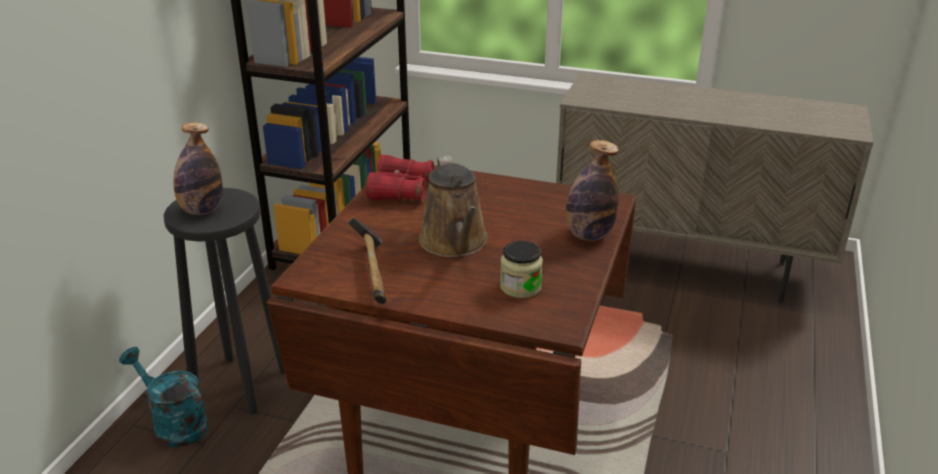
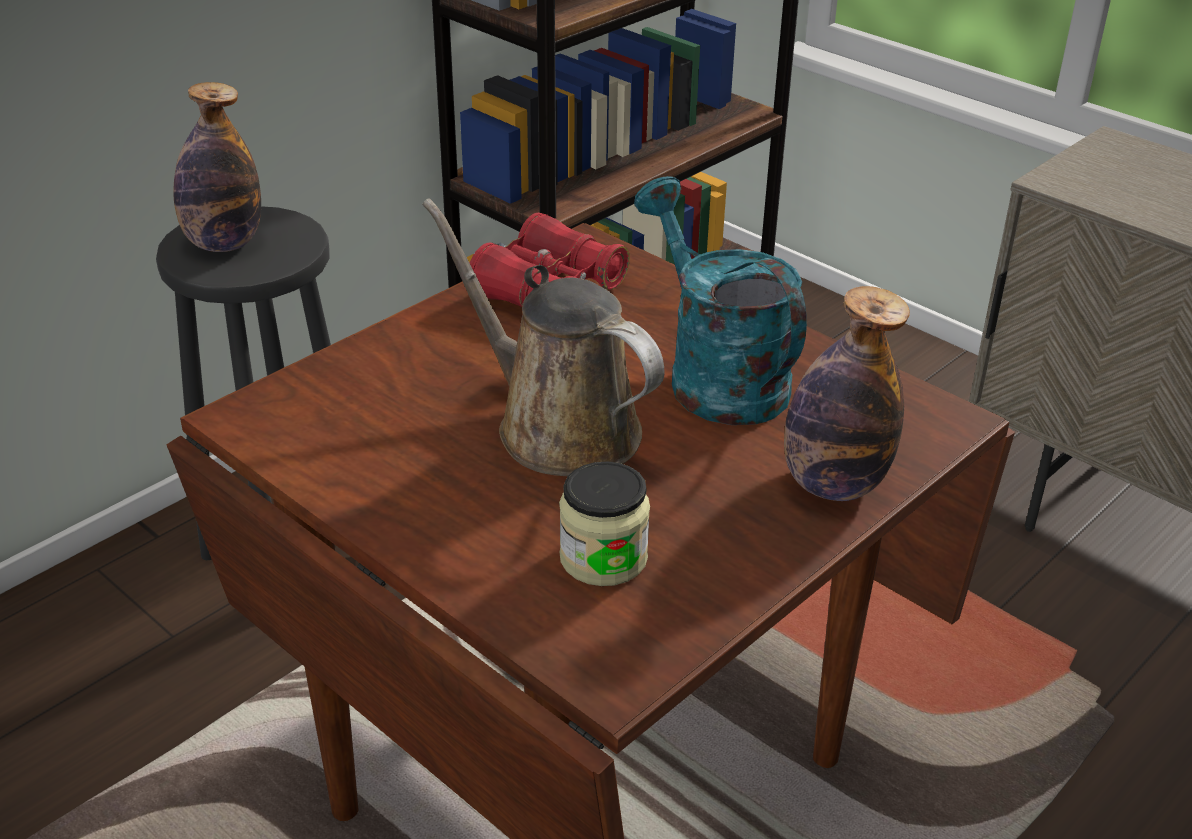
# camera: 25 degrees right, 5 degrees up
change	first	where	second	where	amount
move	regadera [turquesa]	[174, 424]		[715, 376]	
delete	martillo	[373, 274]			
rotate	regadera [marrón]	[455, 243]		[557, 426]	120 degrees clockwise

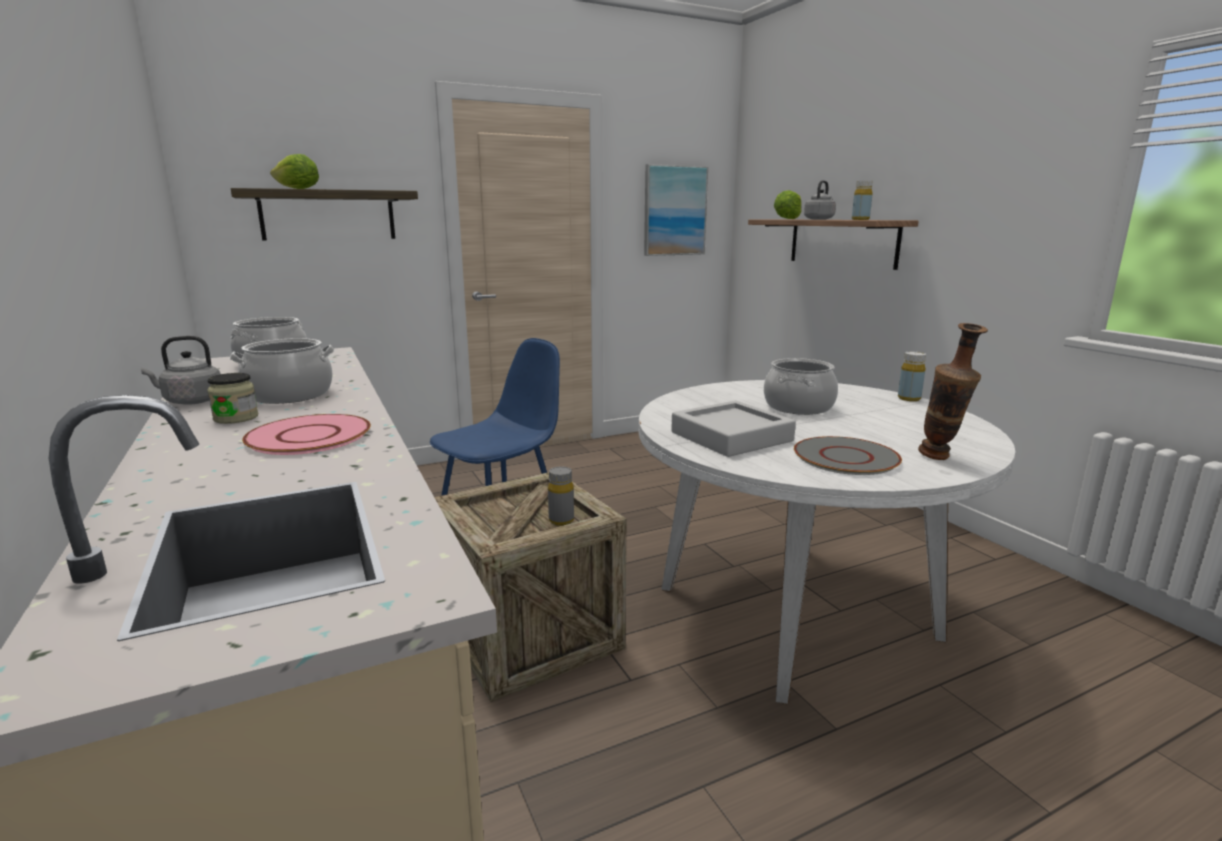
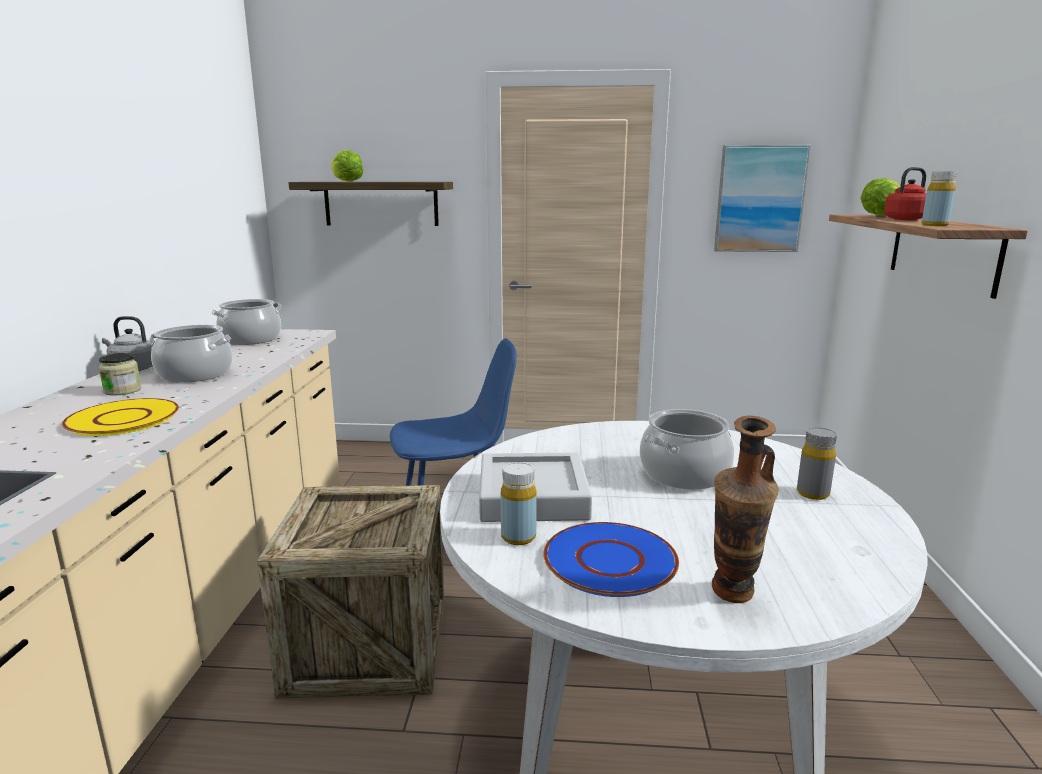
# camera: 30 degrees right, 0 degrees up
change	first	where	second	where	amount
recolor	plato [rosa]	[308, 436]	plato [amarillo]	[123, 418]	
move	botella [gris]	[561, 520]		[812, 493]	
recolor	plato [gris]	[845, 457]	plato [azul]	[609, 560]	
recolor	hervidor [gris]	[819, 219]	hervidor [rojo]	[907, 219]	
move	botella [amarillo]	[909, 398]		[518, 537]	

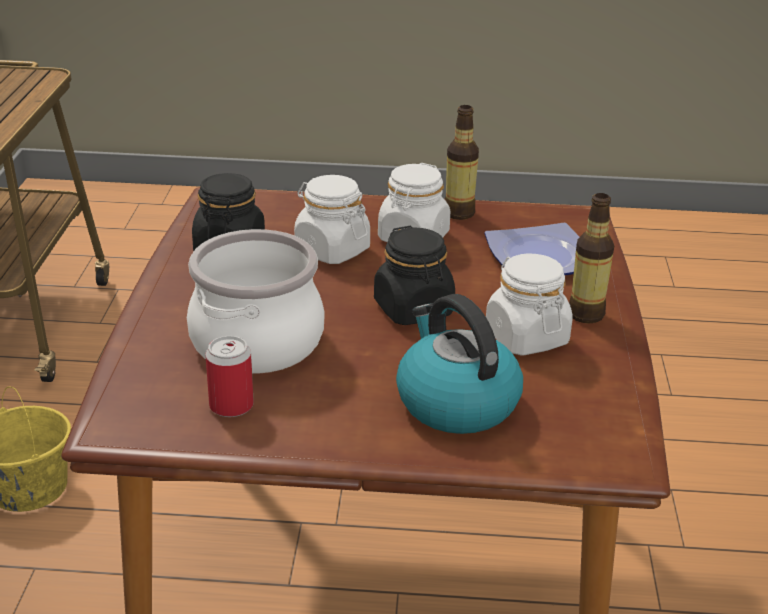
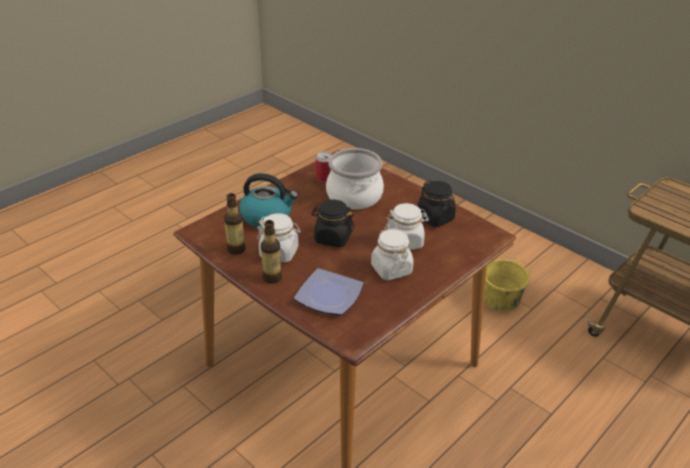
# camera: 130 degrees right, 5 degrees up
change	first	where	second	where	amount
move	botella	[459, 213]		[236, 249]	

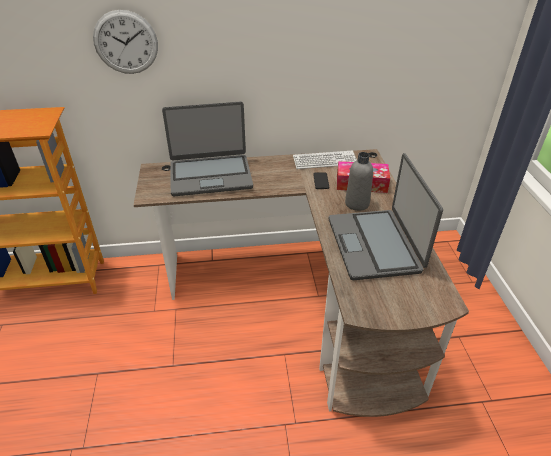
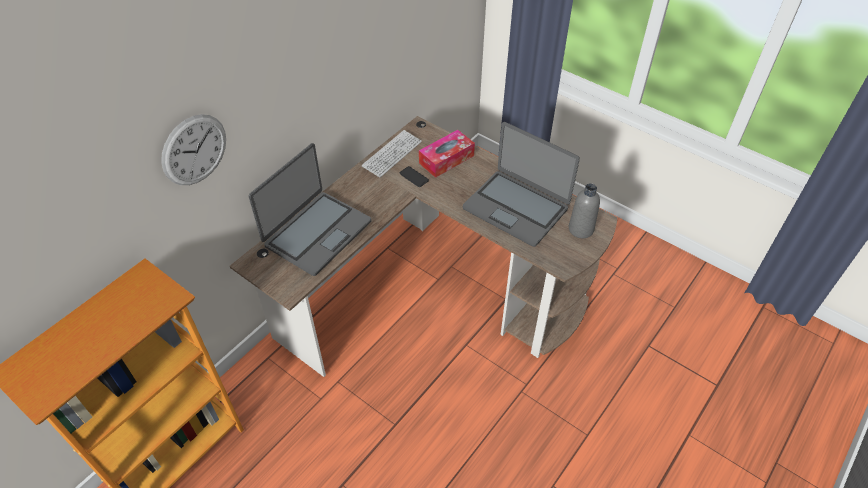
# camera: 45 degrees left, 10 degrees up
change	first	where	second	where	amount
move	botella [gris]	[357, 204]		[581, 229]	

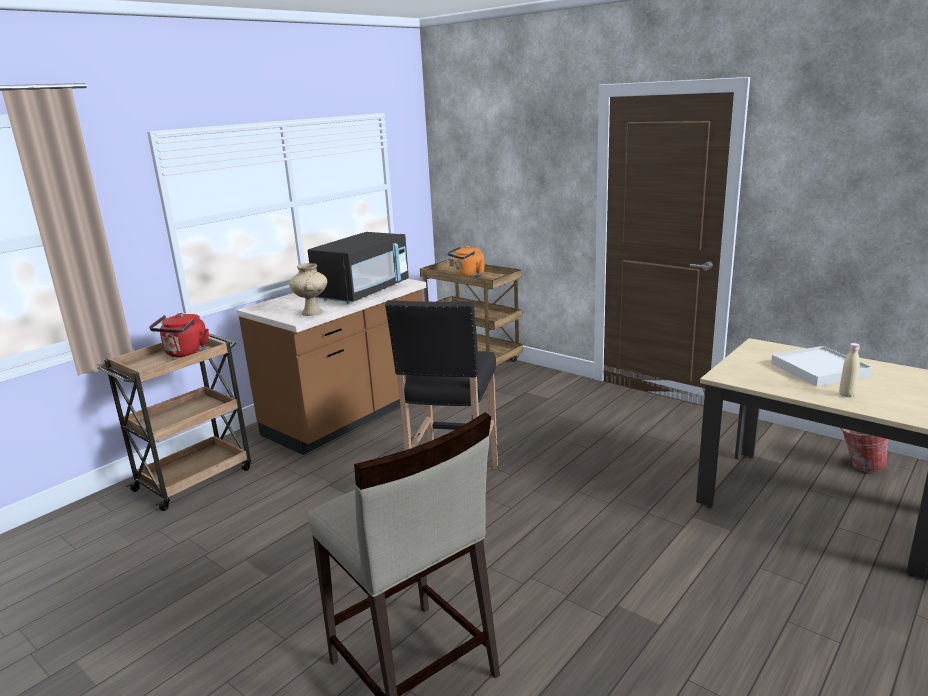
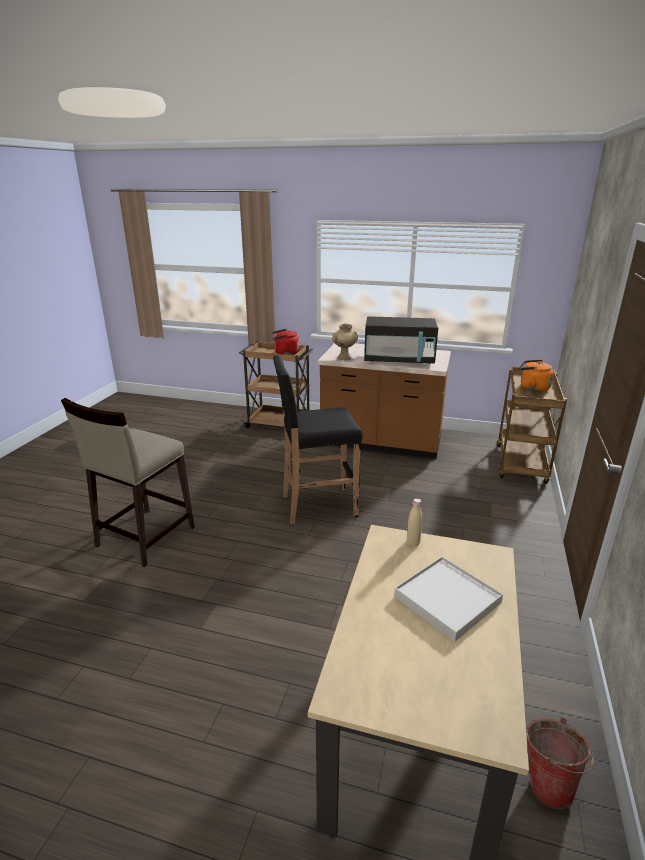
# camera: 65 degrees right, 5 degrees up
change	first	where	second	where	amount
move	botella [beis]	[846, 394]		[413, 543]	

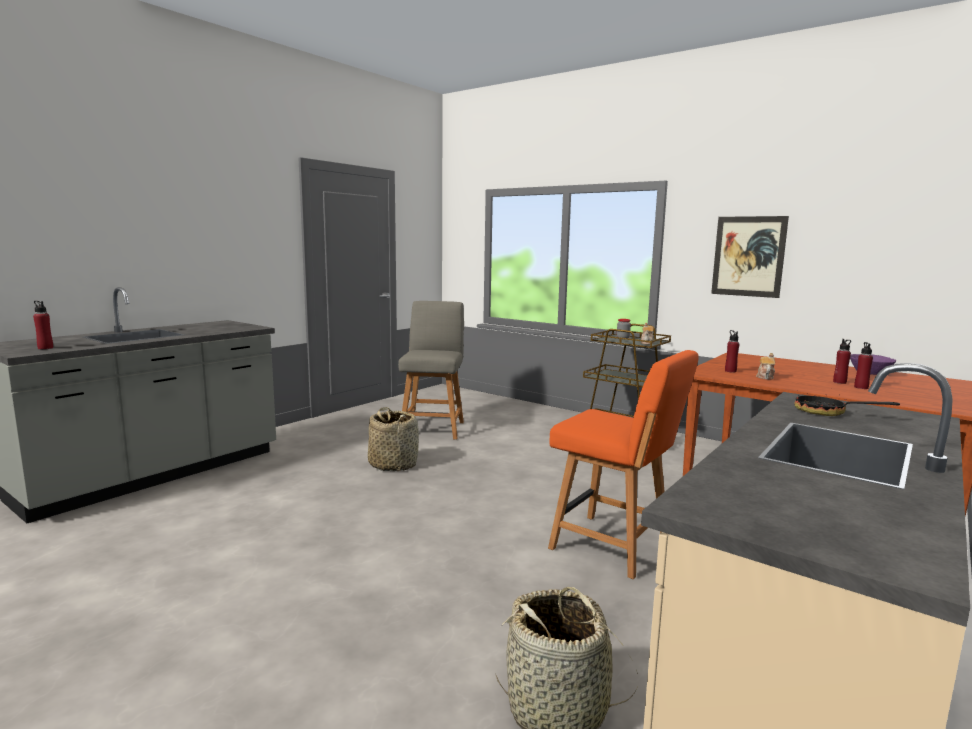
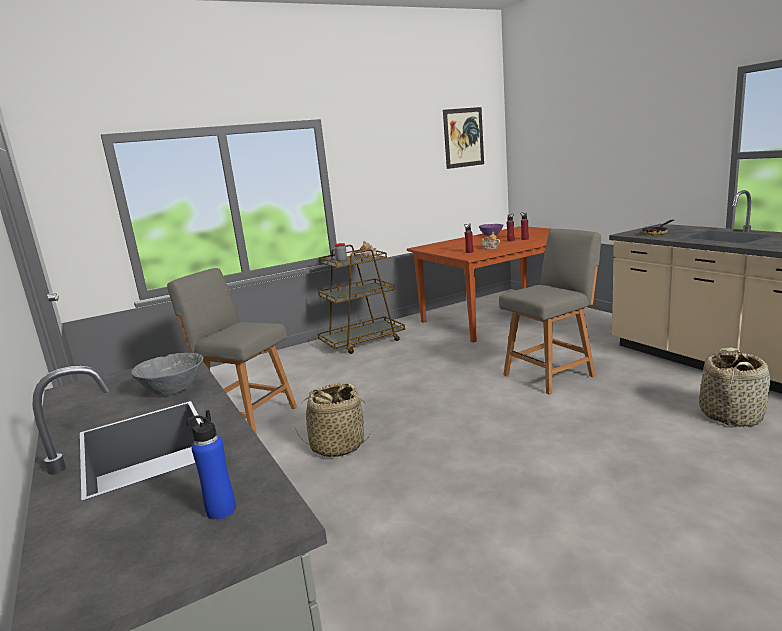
# camera: 65 degrees left, 5 degrees up
change	first	where	second	where	amount
recolor	botella [rojo]	[45, 348]	botella [azul]	[221, 510]	
recolor	silla [naranja]	[613, 546]	silla [gris]	[551, 374]	
move	cuadro	[748, 256]		[463, 137]	
insert			cuenco [gris]	[173, 388]	

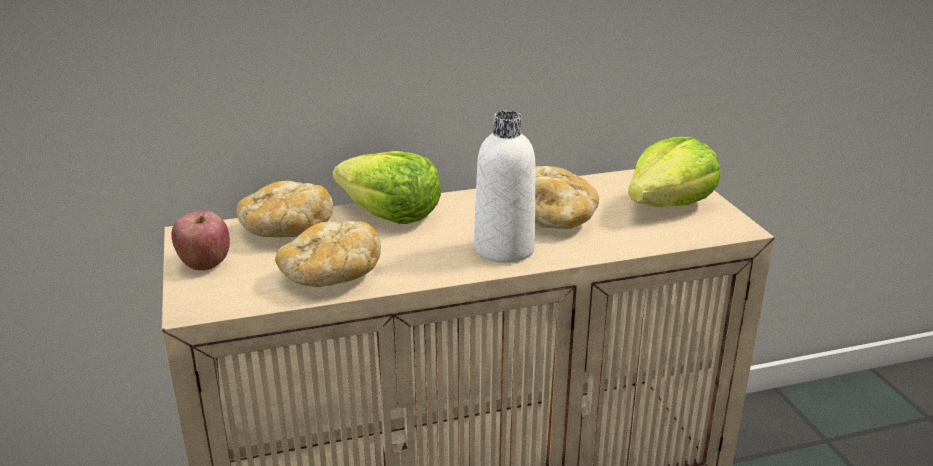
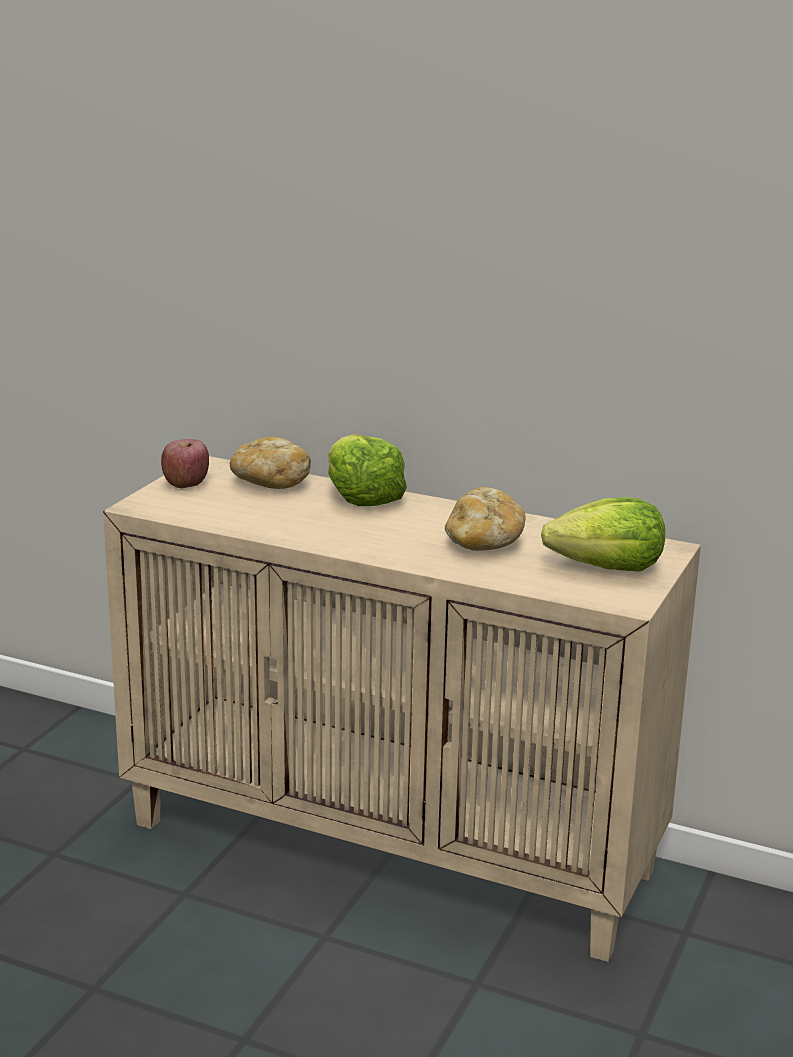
# camera: 40 degrees right, 5 degrees down
change	first	where	second	where	amount
delete	pan	[330, 277]			
delete	botella [blanco]	[504, 249]			

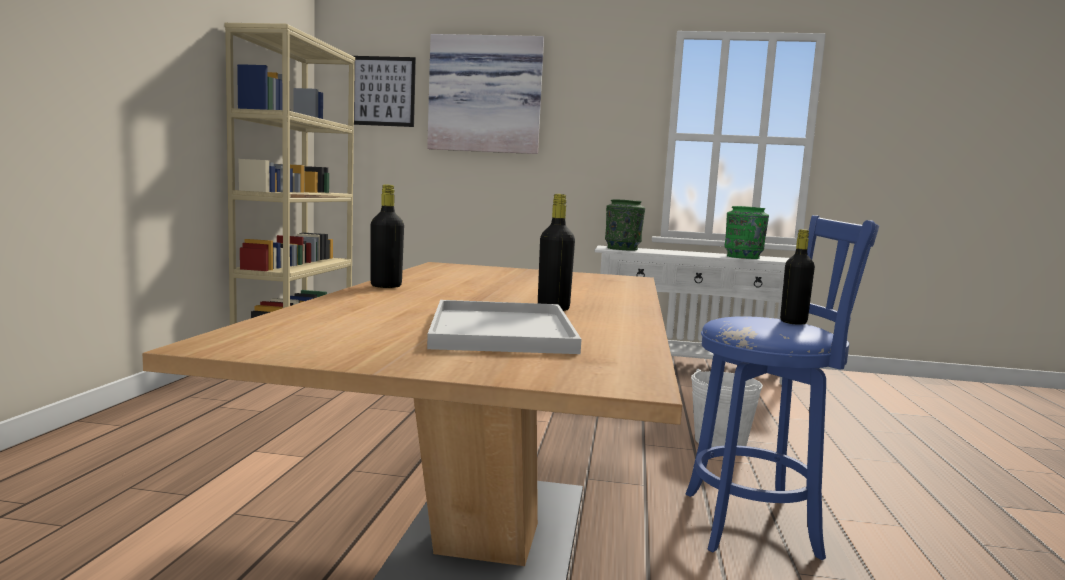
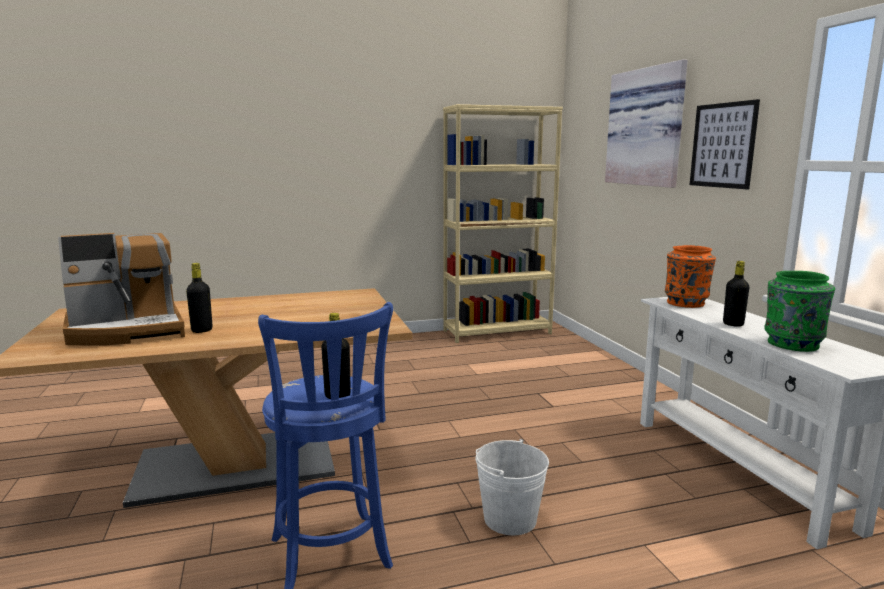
# camera: 65 degrees right, 5 degrees up
change	first	where	second	where	amount
move	cuadro	[382, 91]		[722, 145]	
move	botella [negro]	[386, 286]		[733, 324]	
replace	bandeja [blanco]	[499, 329]	cafetera	[128, 331]	
recolor	florero [verde]	[622, 248]	florero [naranja]	[686, 303]	

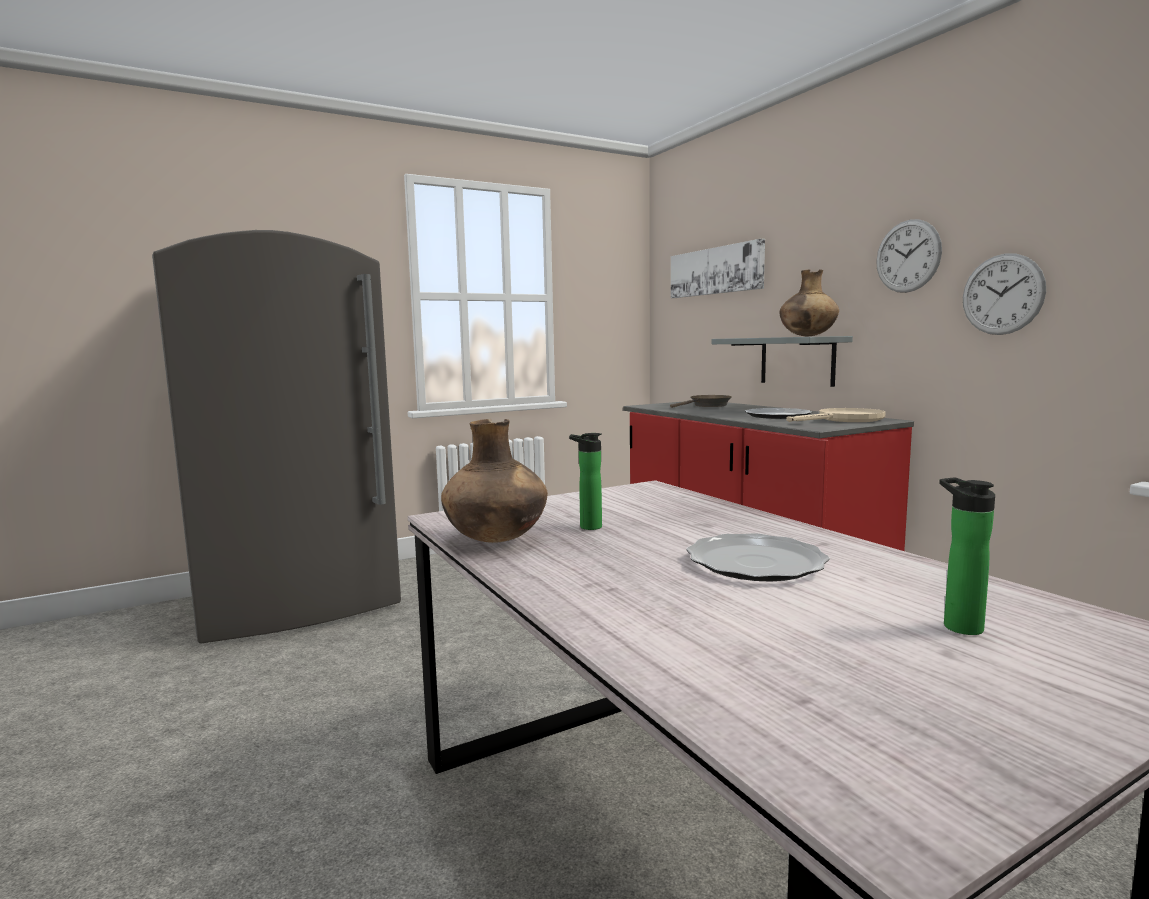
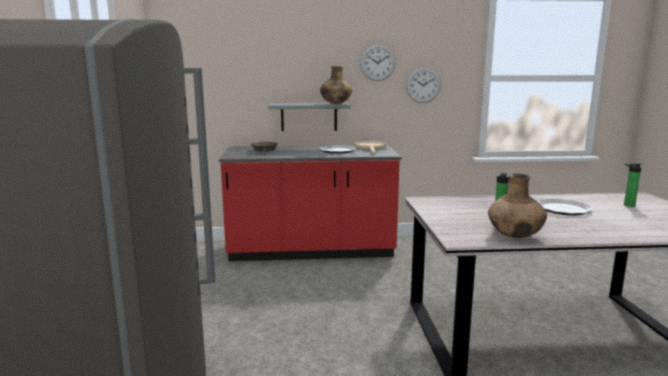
# camera: 65 degrees left, 5 degrees up
change	first	where	second	where	amount
delete	cuadro	[716, 271]			

